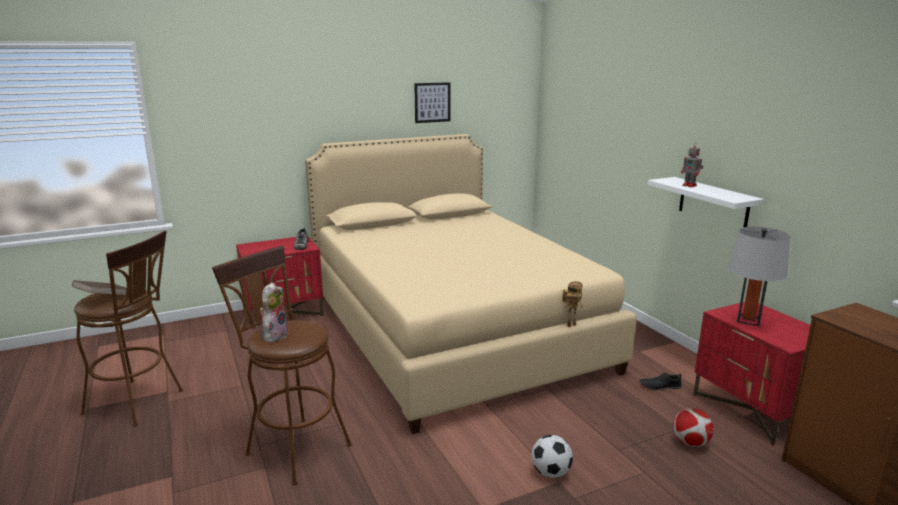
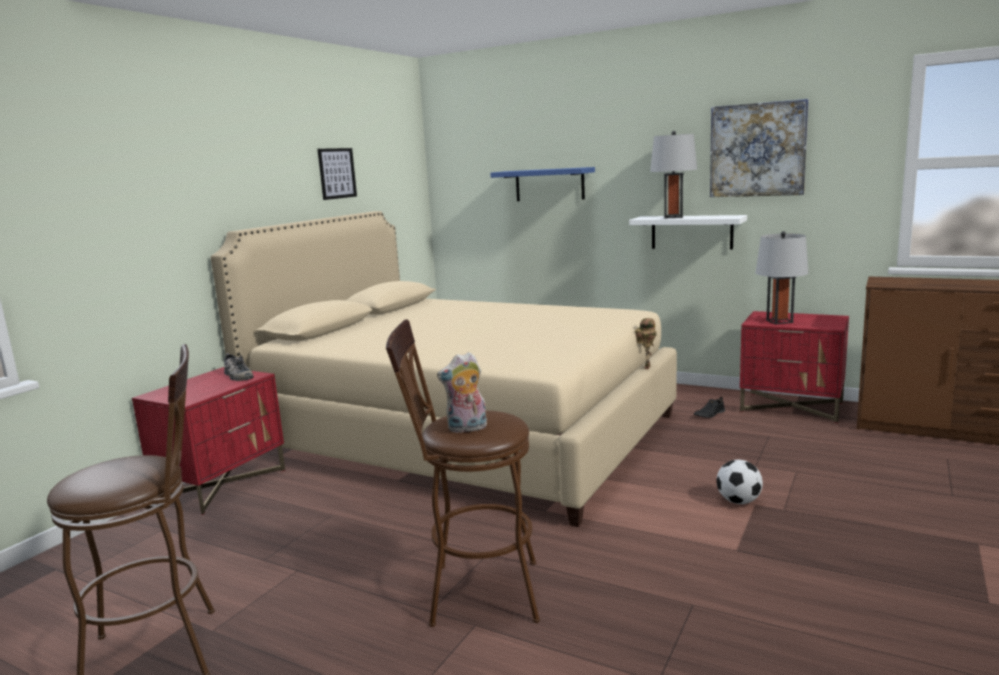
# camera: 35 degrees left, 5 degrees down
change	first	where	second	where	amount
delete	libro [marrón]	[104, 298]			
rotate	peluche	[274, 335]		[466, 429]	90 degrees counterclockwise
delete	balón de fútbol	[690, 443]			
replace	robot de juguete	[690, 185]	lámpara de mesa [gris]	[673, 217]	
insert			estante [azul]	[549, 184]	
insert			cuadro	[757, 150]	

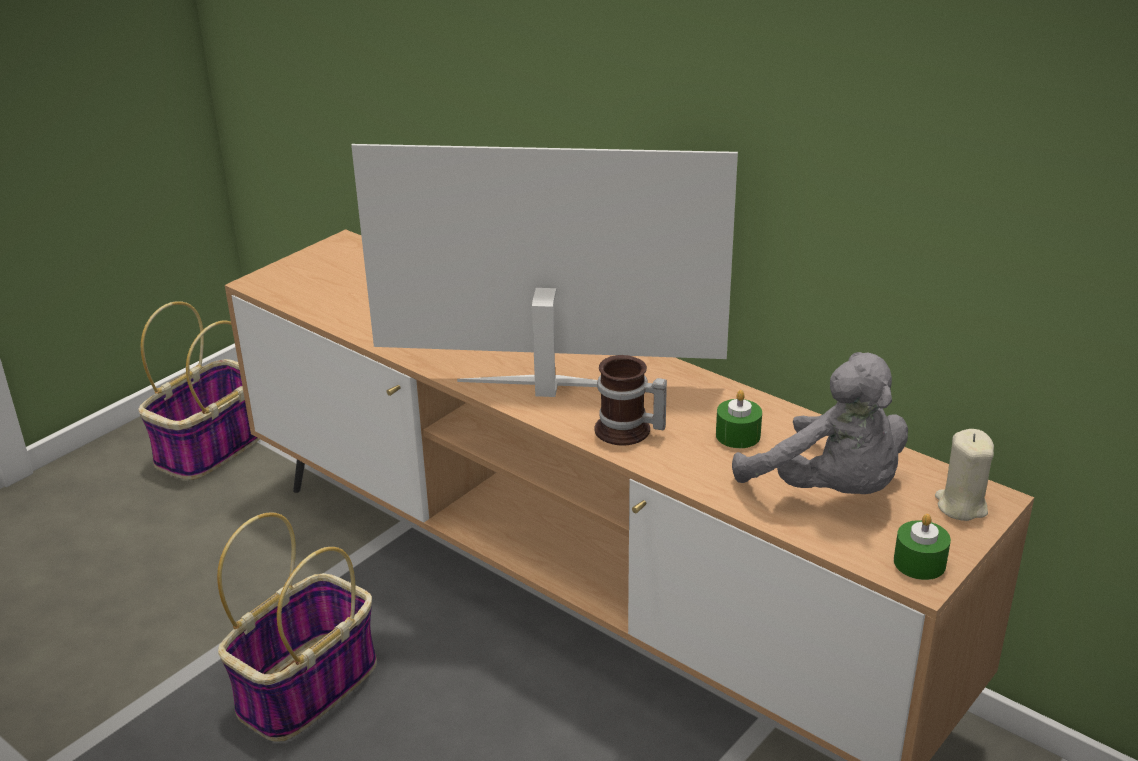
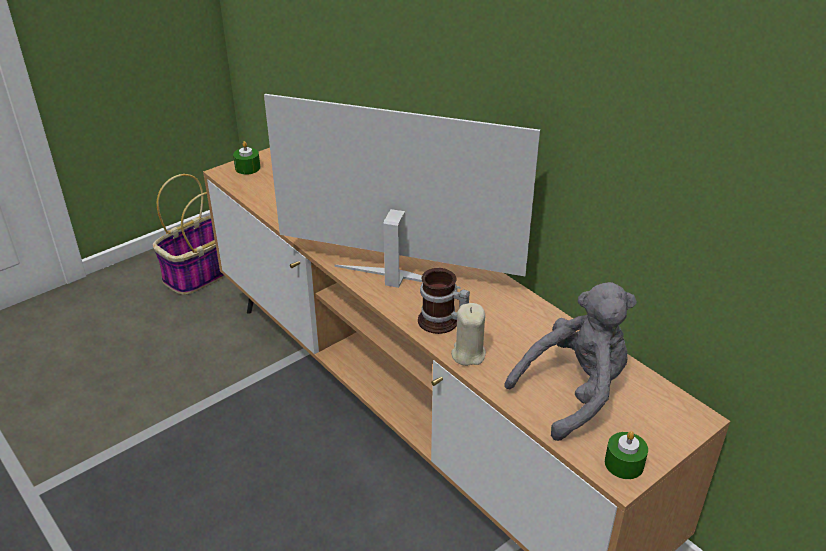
# camera: 10 degrees right, 5 degrees up
change	first	where	second	where	amount
delete	cesta	[308, 686]			
move	vela [verde]	[738, 435]		[247, 168]	
rotate	peluche [gris]	[829, 490]		[574, 392]	90 degrees counterclockwise
move	vela [beis]	[961, 505]		[468, 354]	

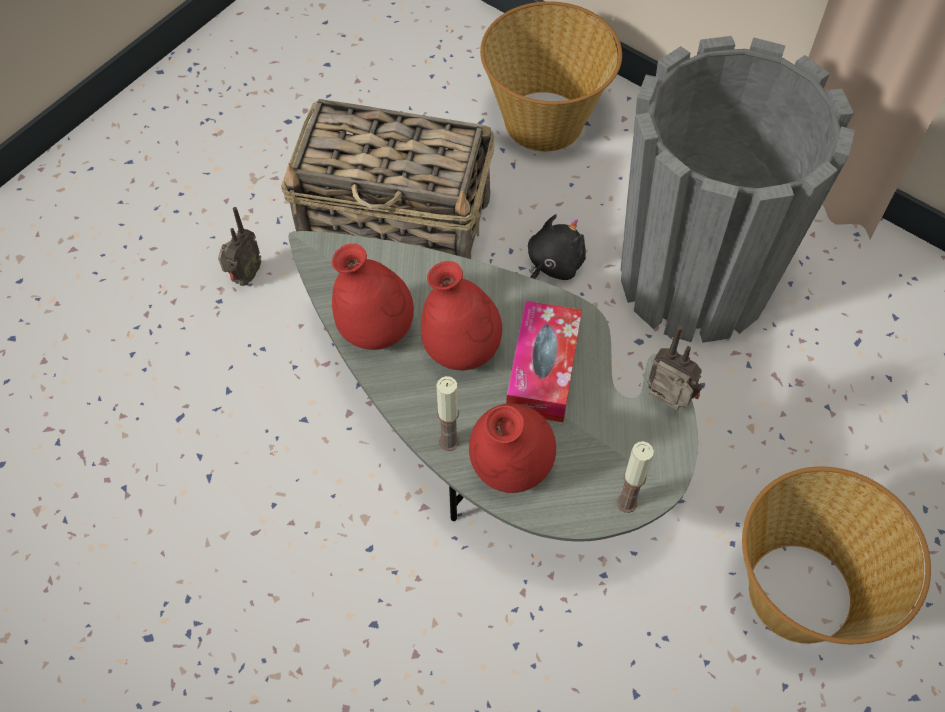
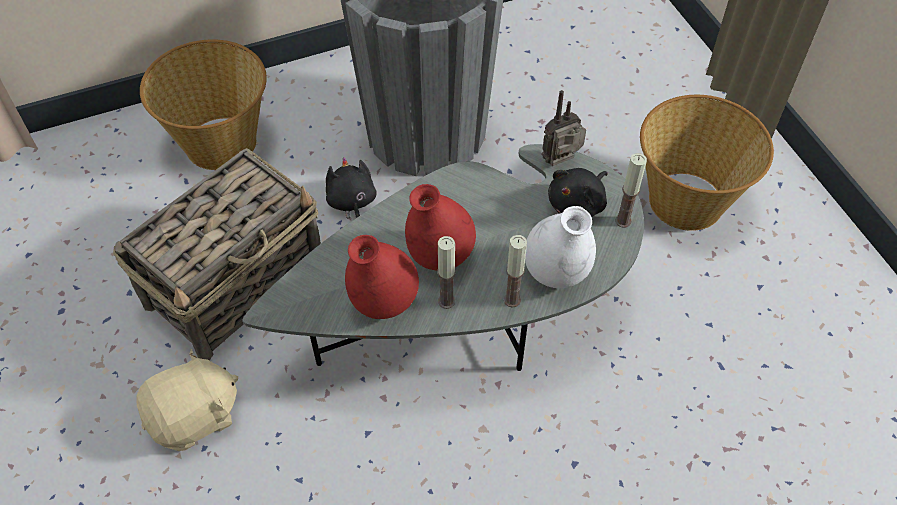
# camera: 60 degrees left, 5 degrees down
change	first	where	second	where	amount
replace	radio	[244, 277]	peluche [beis]	[195, 417]	
recolor	florero [rojo]	[510, 467]	florero [blanco]	[556, 273]	
delete	caja de pañuelos	[543, 370]			
insert			vela	[446, 301]	
insert			peluche [negro]	[578, 204]	

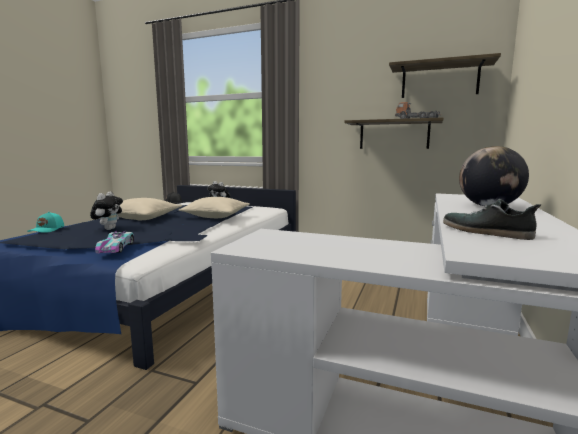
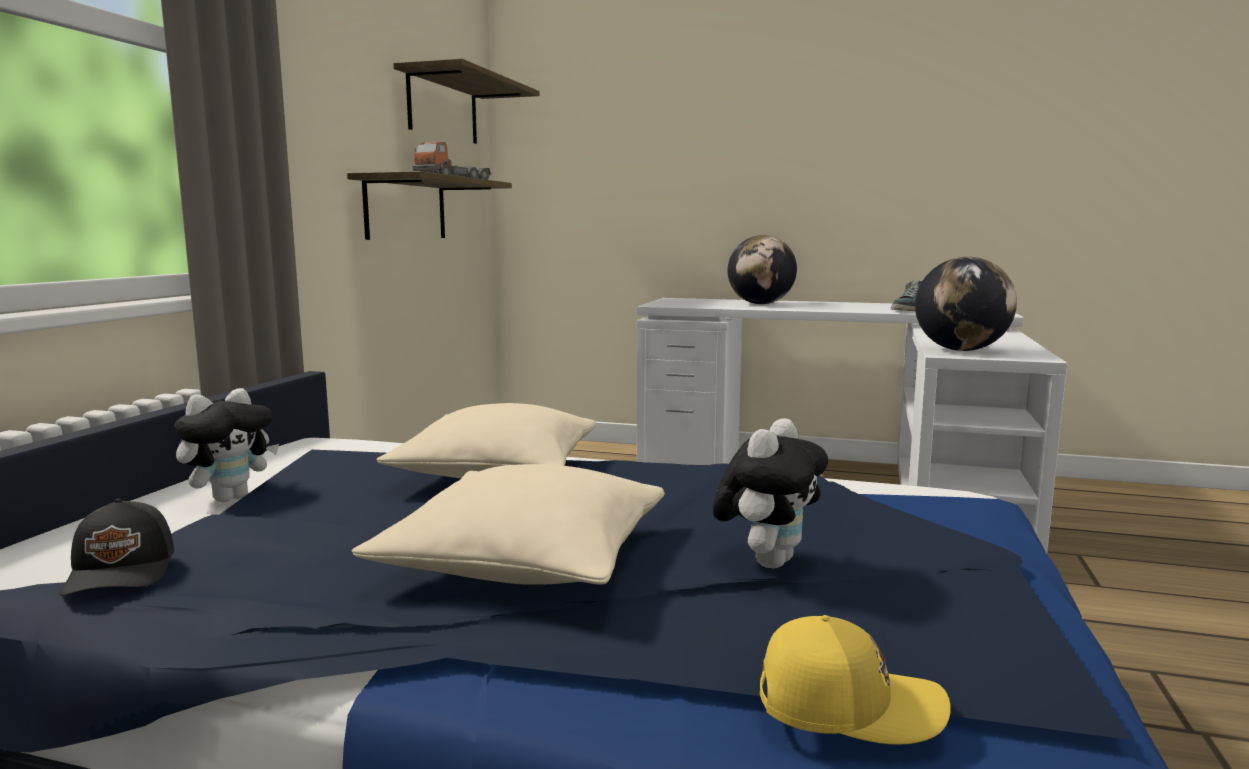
# camera: 95 degrees left, 0 degrees up
change	first	where	second	where	amount
recolor	gorra [turquesa]	[47, 230]	gorra [amarillo]	[846, 704]	
rotate	peluche	[109, 229]		[768, 561]	120 degrees clockwise
delete	coche de juguete	[116, 248]			
insert			globo terráqueo	[961, 350]	

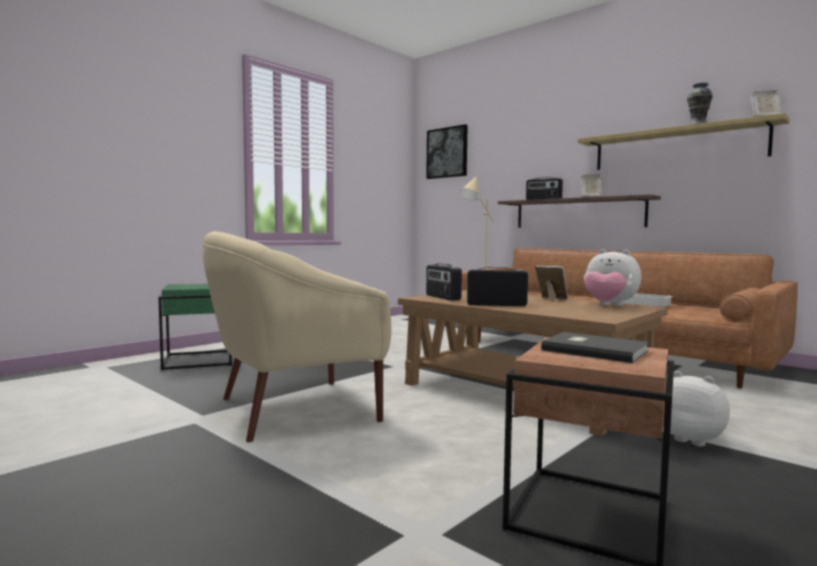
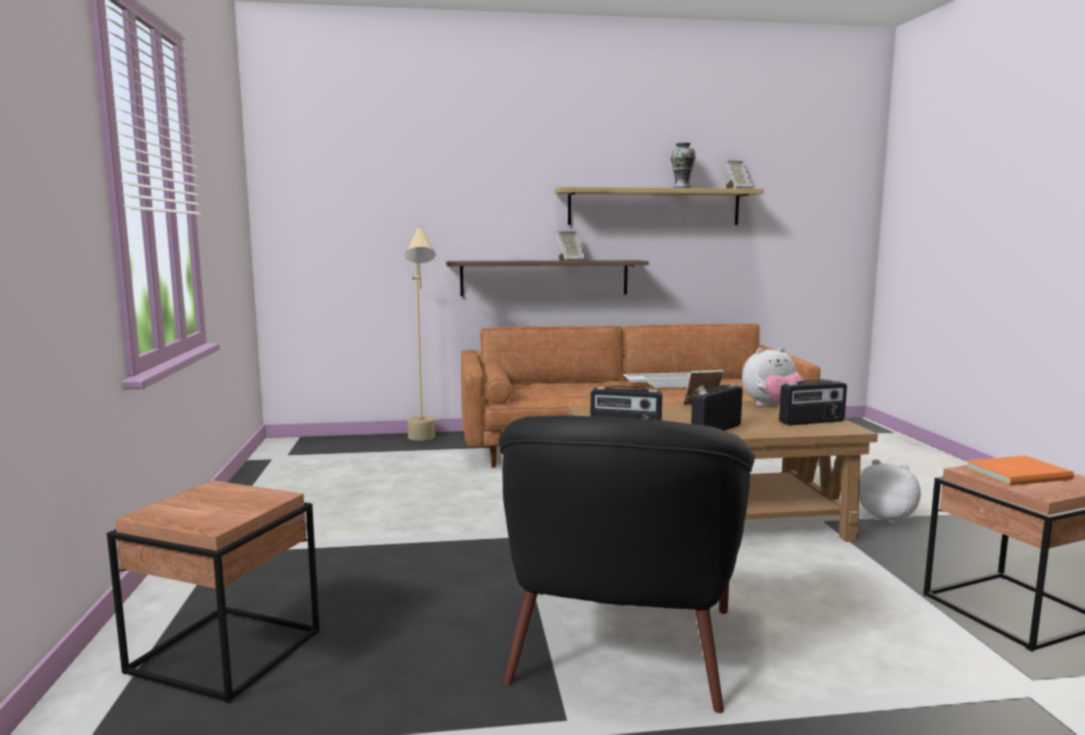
# camera: 50 degrees left, 5 degrees up
change	first	where	second	where	amount
recolor	mesa auxiliar [verde]	[199, 360]	mesa auxiliar [marrón]	[228, 652]	
recolor	sillón [beis]	[296, 408]	sillón [negro]	[620, 645]	
delete	cuadro	[447, 152]			
move	radio	[543, 200]		[812, 422]	
recolor	libro [gris]	[594, 350]	libro [naranja]	[1014, 473]	
rotate	peluche	[692, 439]		[887, 518]	45 degrees clockwise

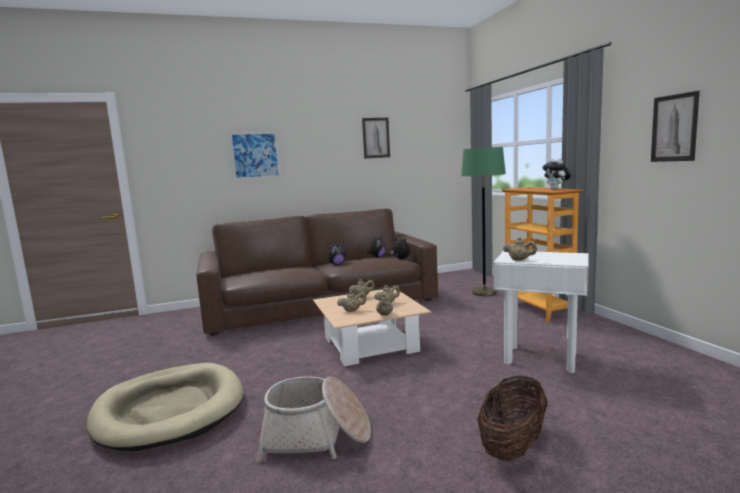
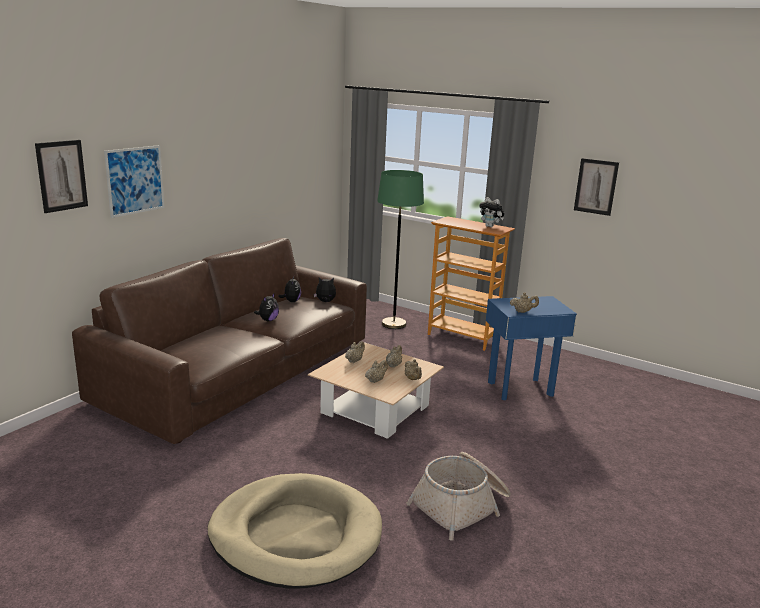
# camera: 40 degrees left, 10 degrees up
change	first	where	second	where	amount
move	cuadro	[376, 138]		[62, 176]	
delete	cesta	[513, 446]			
recolor	mesa auxiliar [blanco]	[540, 358]	mesa auxiliar [azul]	[520, 389]	

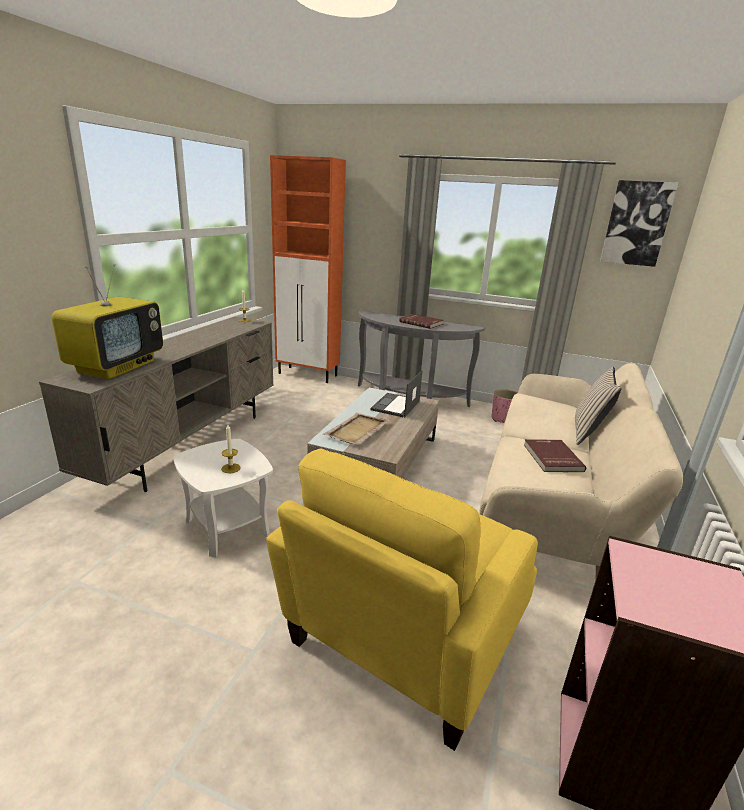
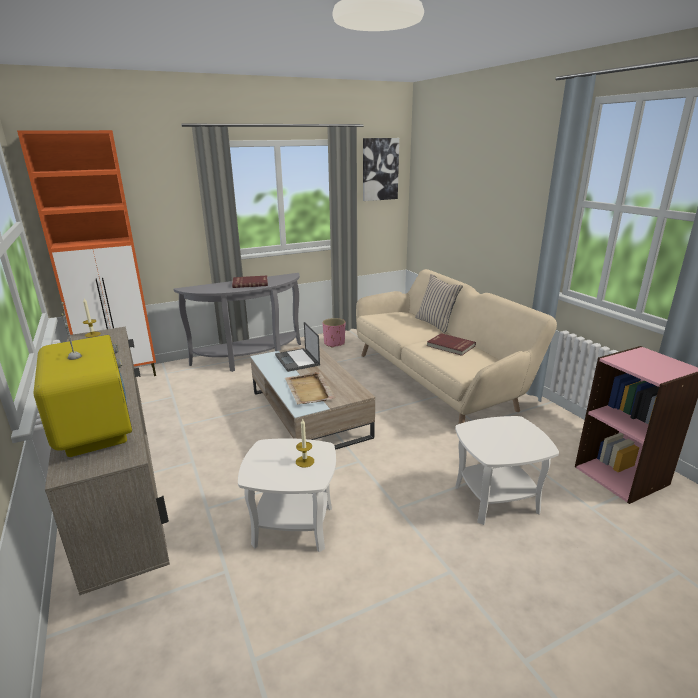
# camera: 45 degrees left, 0 degrees up
change	first	where	second	where	amount
replace	sillón [amarillo]	[402, 640]	mesa auxiliar [blanco]	[496, 499]	

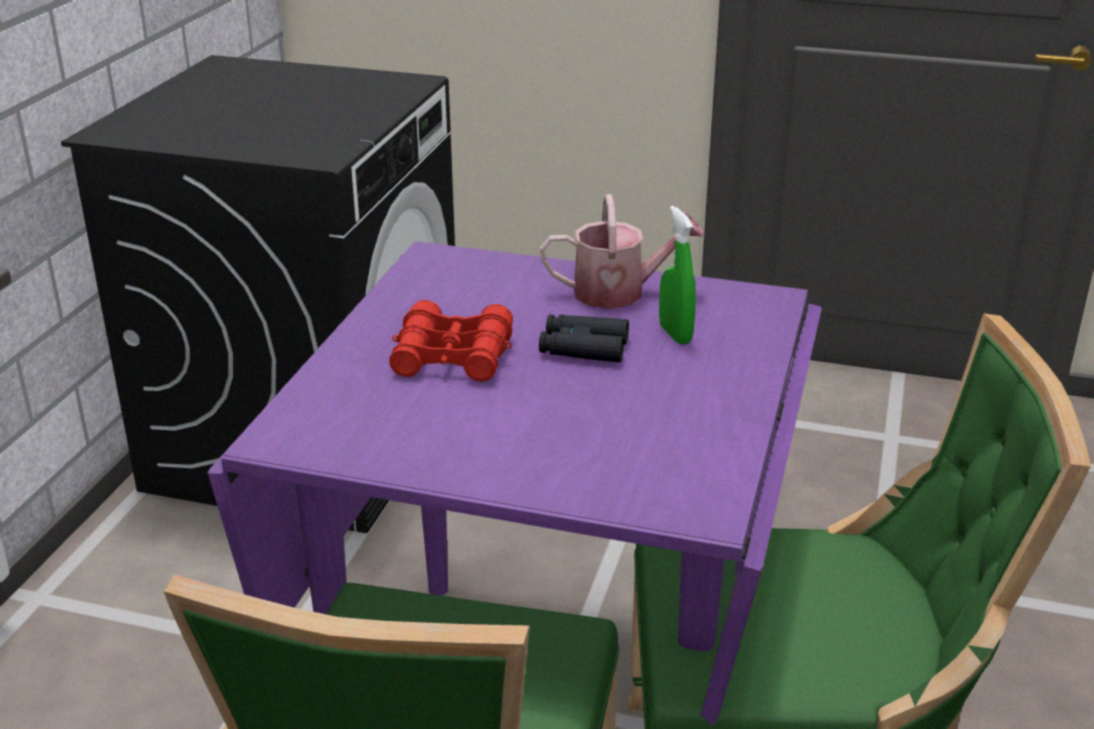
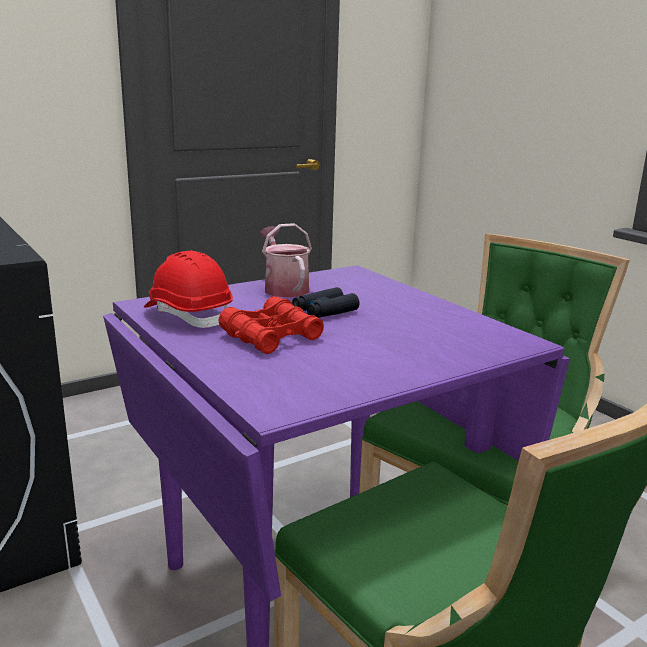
# camera: 50 degrees left, 10 degrees down
change	first	where	second	where	amount
rotate	regadera	[619, 292]		[284, 288]	60 degrees counterclockwise
delete	pulverizador [verde]	[675, 334]			
insert			casco [rojo]	[189, 315]	

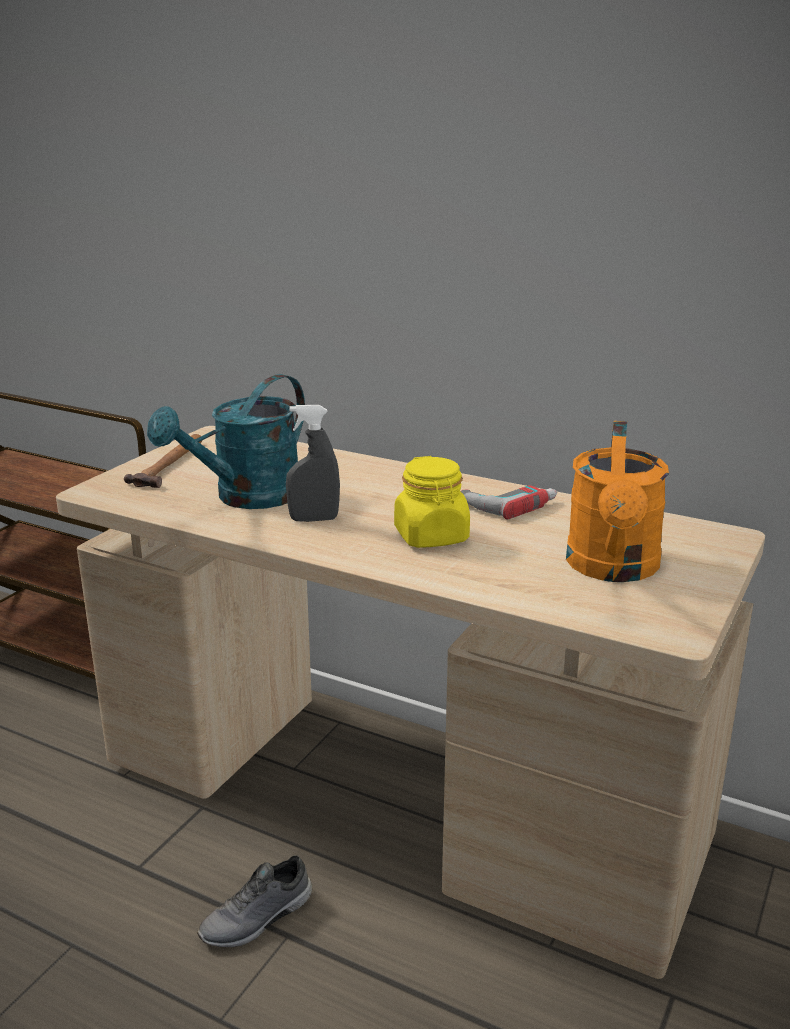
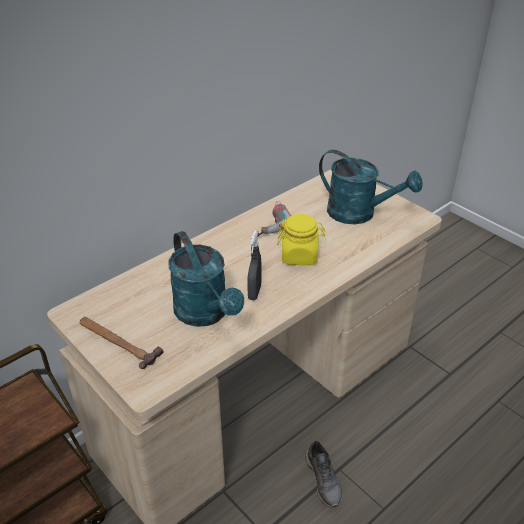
# camera: 70 degrees left, 15 degrees up
change	first	where	second	where	amount
recolor	regadera [naranja]	[613, 569]	regadera [turquesa]	[359, 214]	

